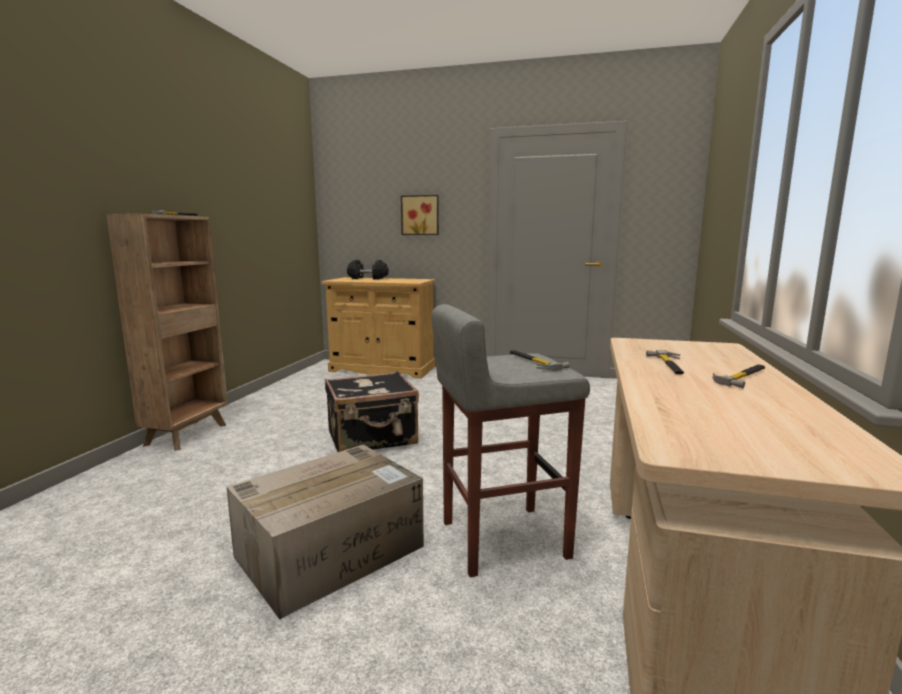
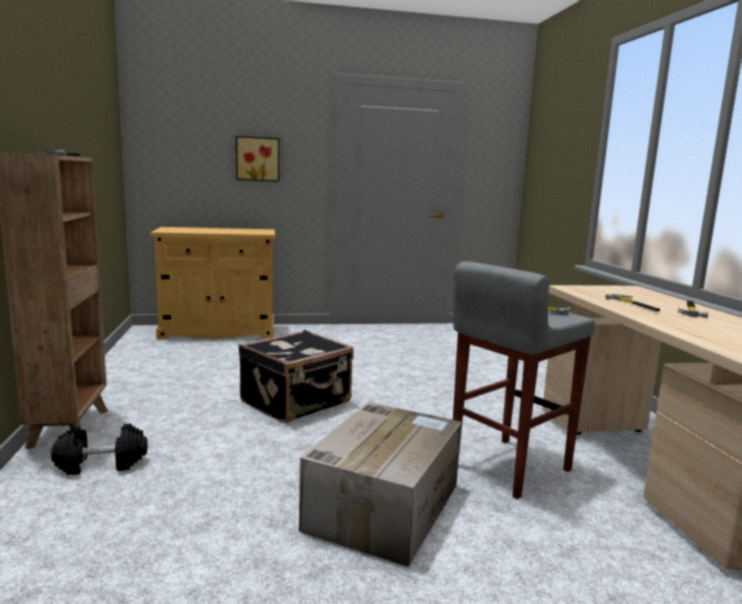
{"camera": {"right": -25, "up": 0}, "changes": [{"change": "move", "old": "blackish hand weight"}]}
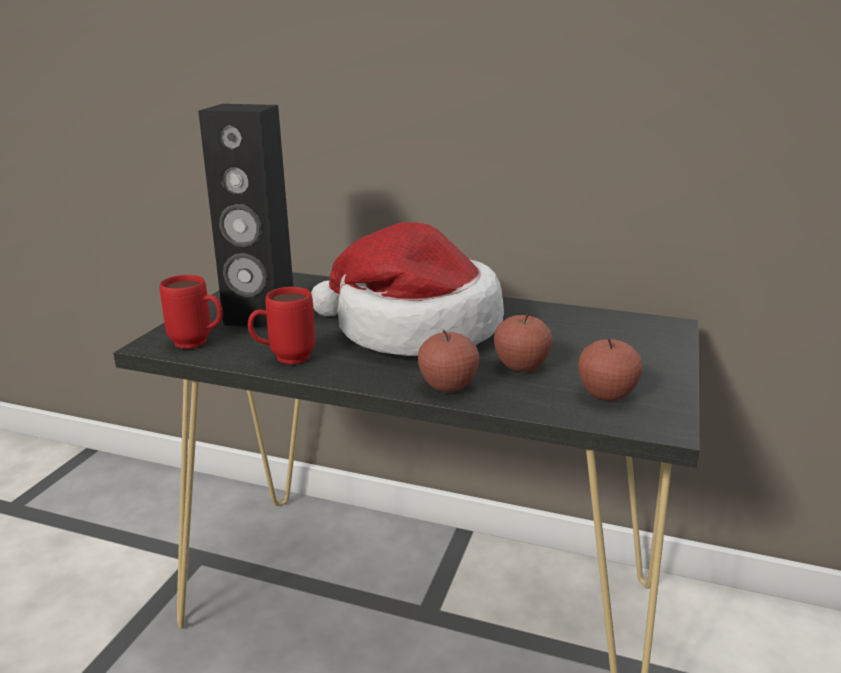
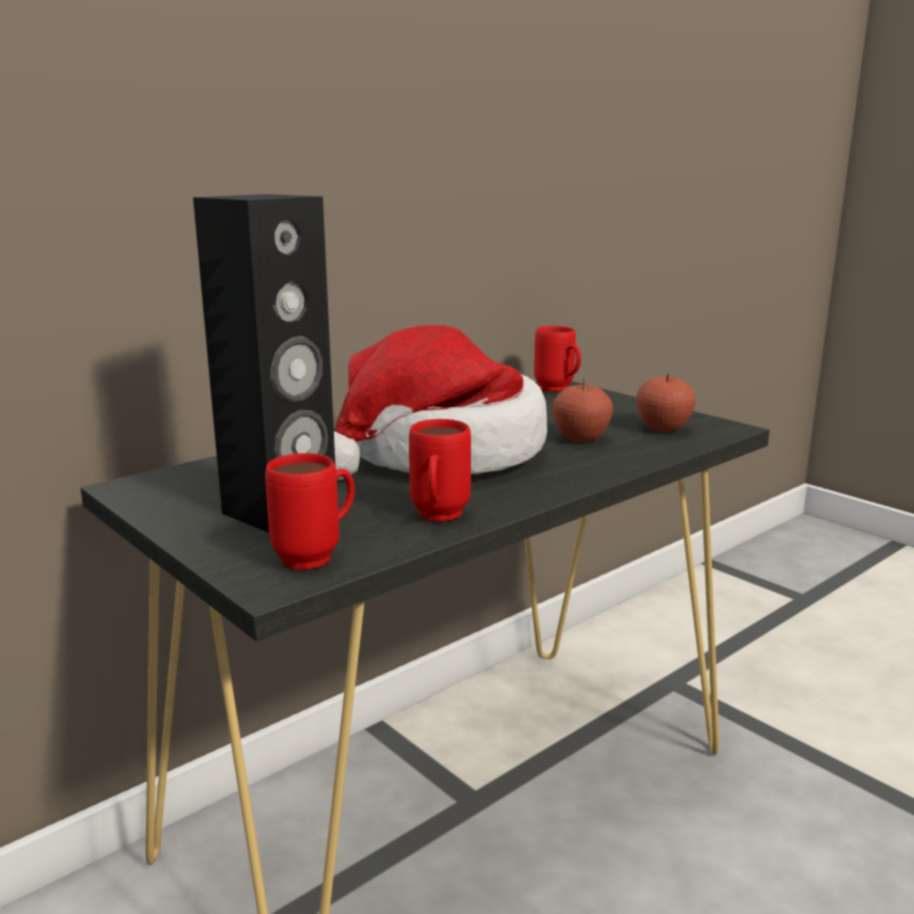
{"camera": {"right": -60, "up": -5}, "changes": [{"change": "delete", "old": "whole apple (1st from left)"}, {"change": "insert", "new": "reddish coffee mug (3rd from left)"}]}
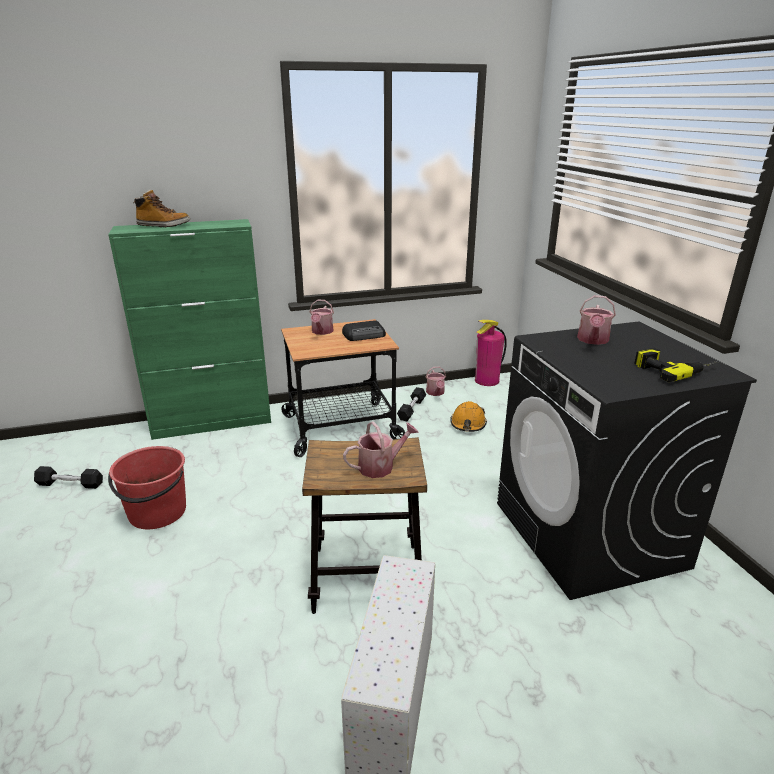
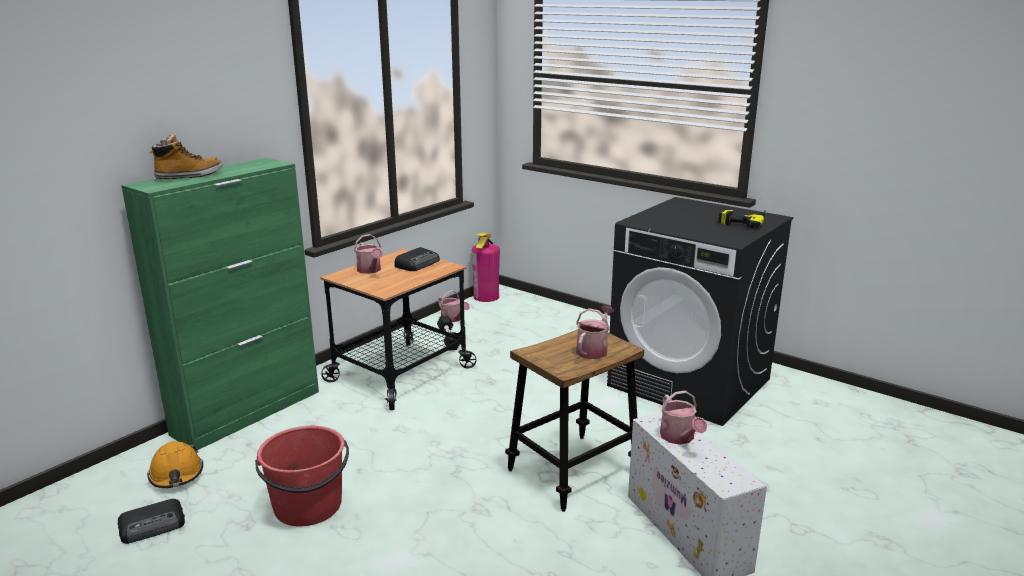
{"camera": {"right": -35, "up": -5}, "changes": [{"change": "move", "old": "orange safety helmet"}, {"change": "move", "old": "sprinkling can (4th from left)"}, {"change": "replace", "old": "blackish hand weight (1st from left)", "new": "radio receiver (1st from left)"}]}
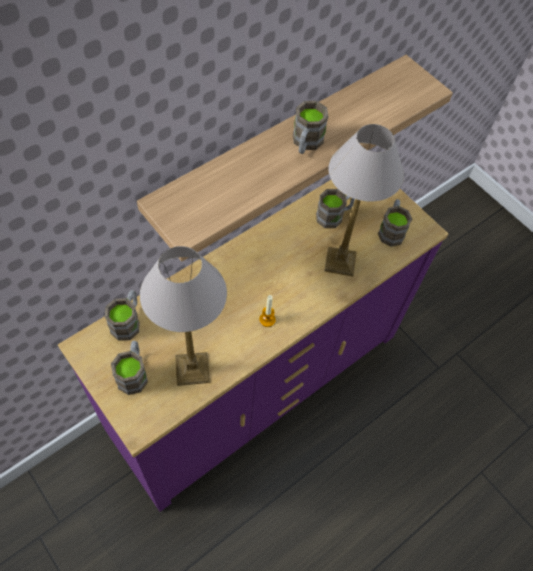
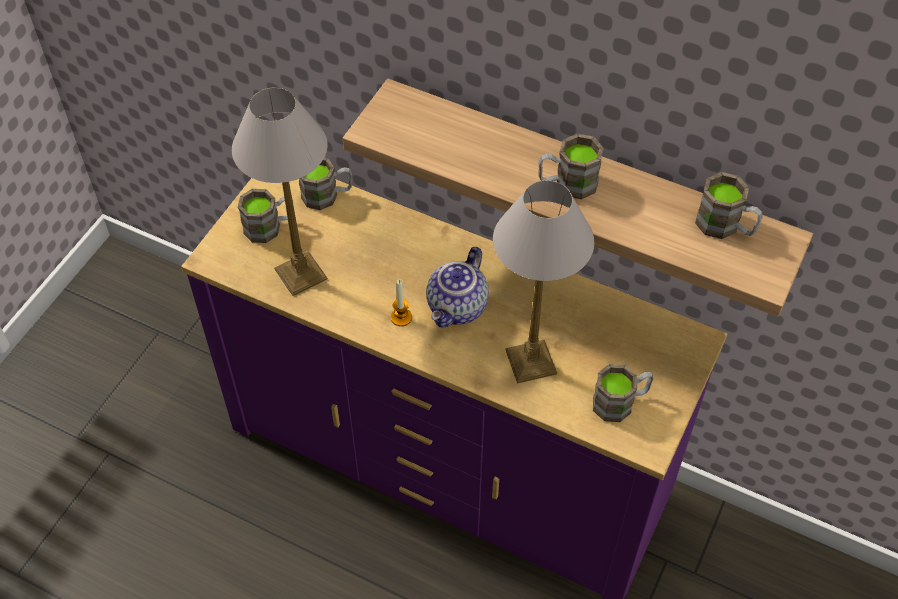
{"camera": {"right": 70, "up": -5}, "changes": [{"change": "insert", "new": "tea pot"}, {"change": "move", "old": "brown coffee mug (4th from left in the first image)", "new": "brown coffee mug (5th from left)"}]}
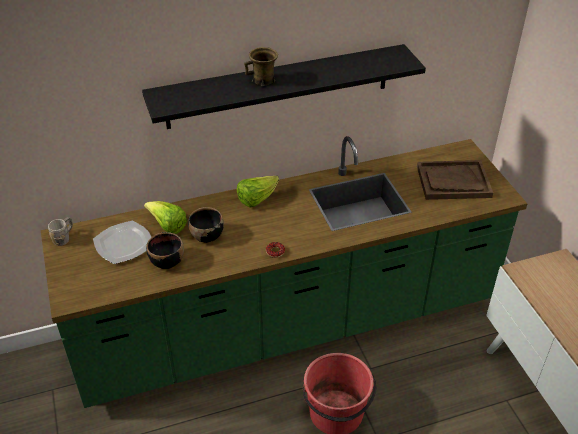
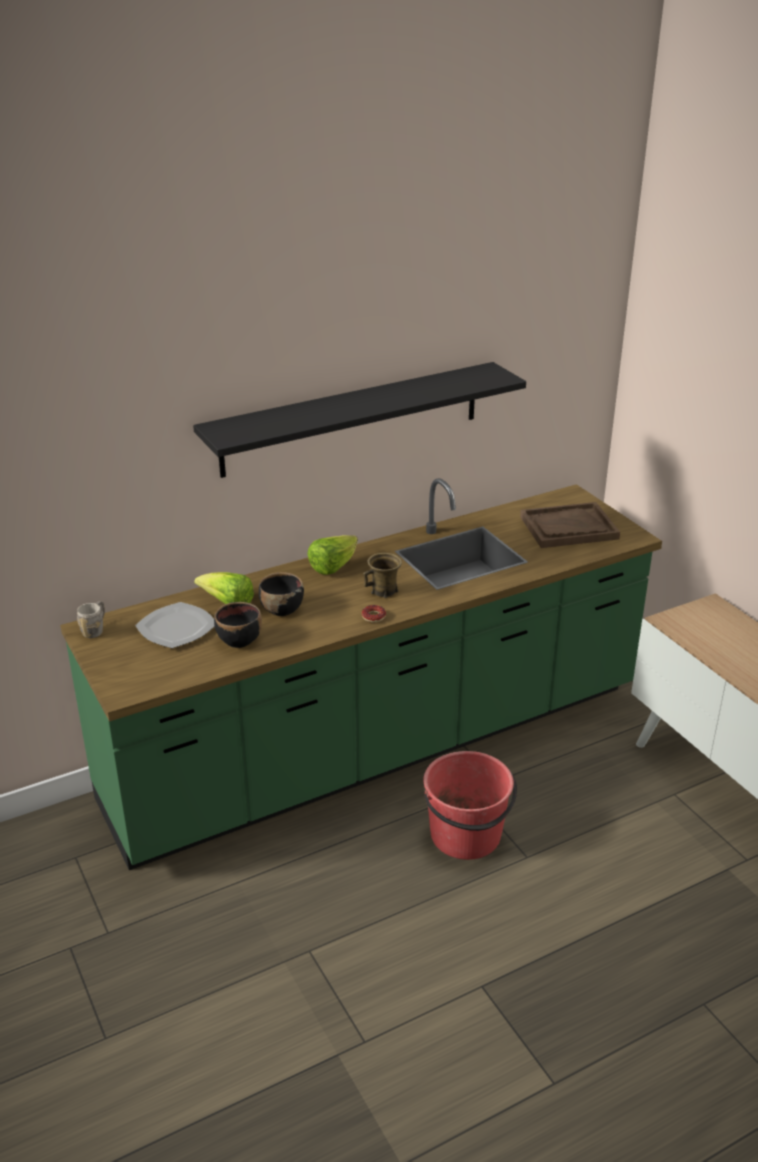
{"camera": {"right": -10, "up": -10}, "changes": [{"change": "move", "old": "brown coffee mug"}]}
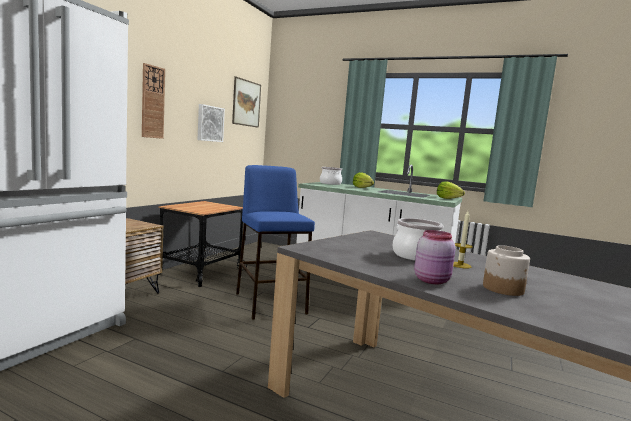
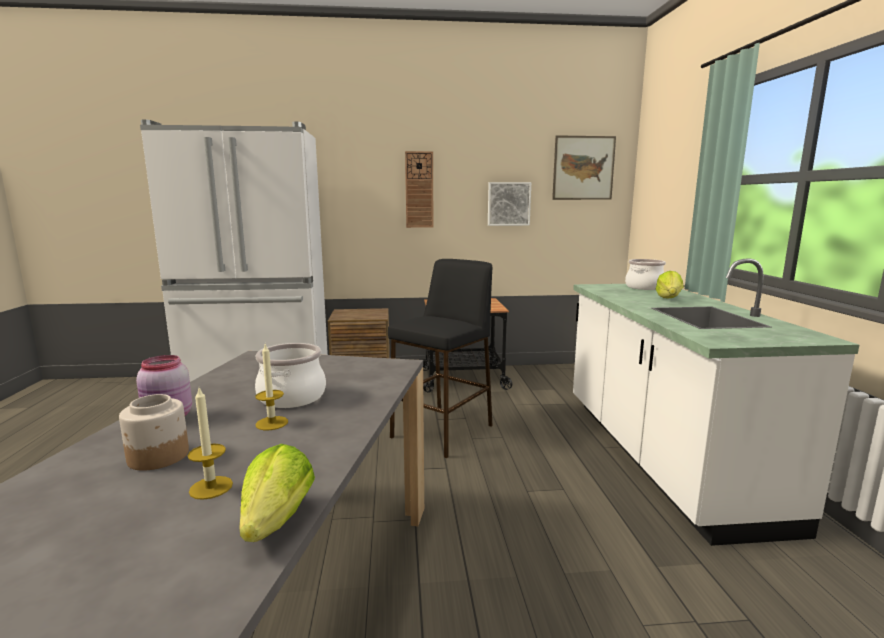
{"camera": {"right": 60, "up": 5}, "changes": [{"change": "insert", "new": "wax candle (1st from left)"}, {"change": "move", "old": "lettuce head (2nd from left in the first image)", "new": "lettuce head (1st from left)"}, {"change": "recolor", "old": "bluish sitting stool", "new": "blackish sitting stool"}]}
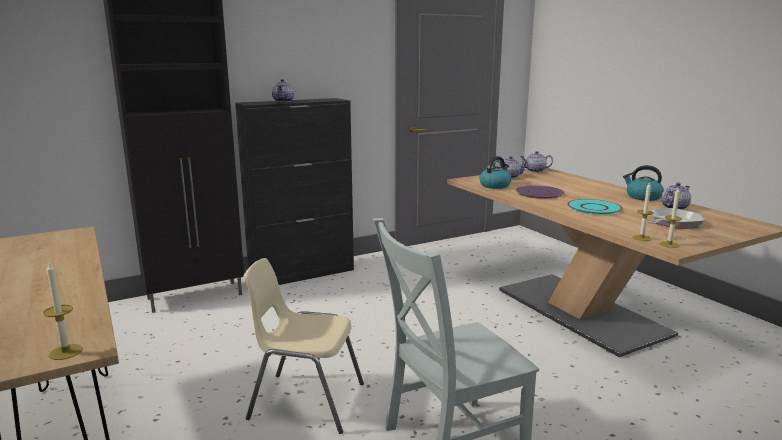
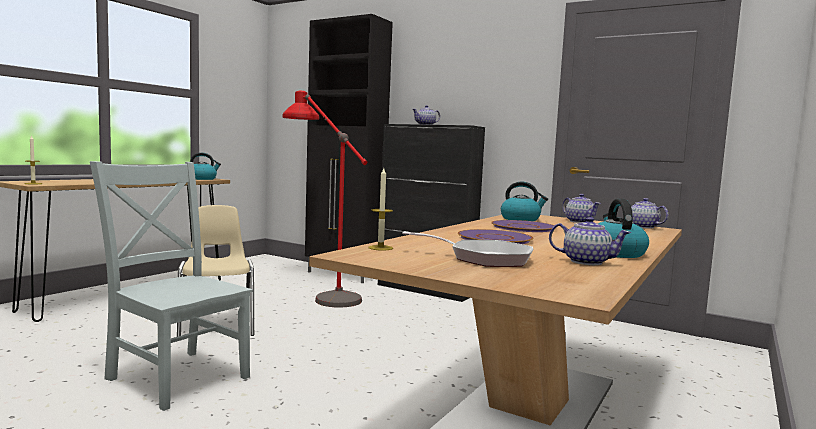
{"camera": {"right": 60, "up": -10}, "changes": [{"change": "delete", "old": "wax candle (3rd from left)"}, {"change": "insert", "new": "tea kettle (1st from left)"}, {"change": "insert", "new": "reddish floor lamp"}, {"change": "recolor", "old": "blue-green dinner plate", "new": "purple dinner plate (1st from left)"}]}
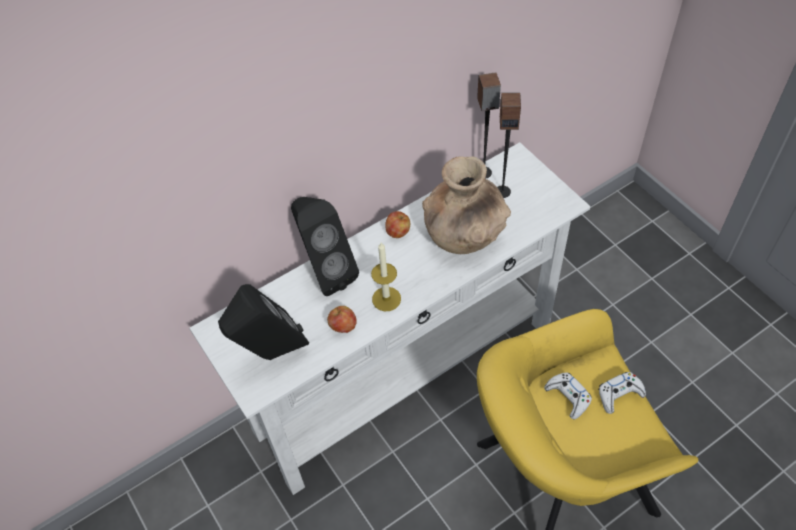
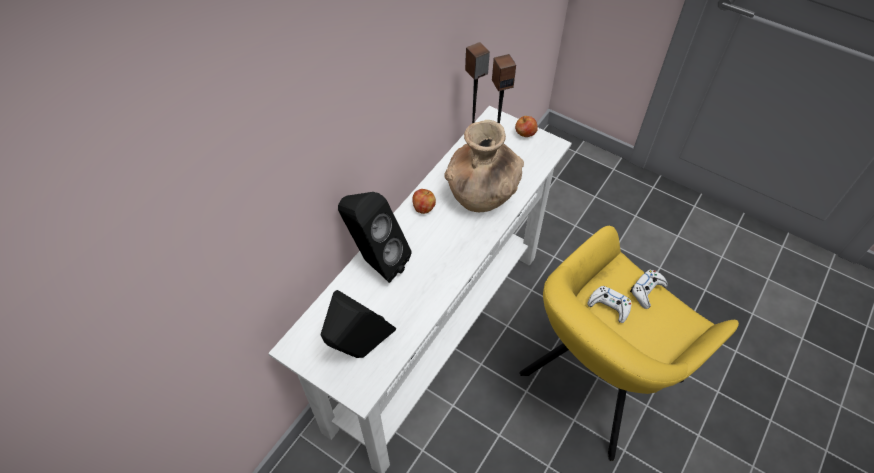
{"camera": {"right": -25, "up": 0}, "changes": [{"change": "delete", "old": "wax candle"}, {"change": "move", "old": "whole apple (1st from left in the first image)", "new": "whole apple (2nd from left)"}]}
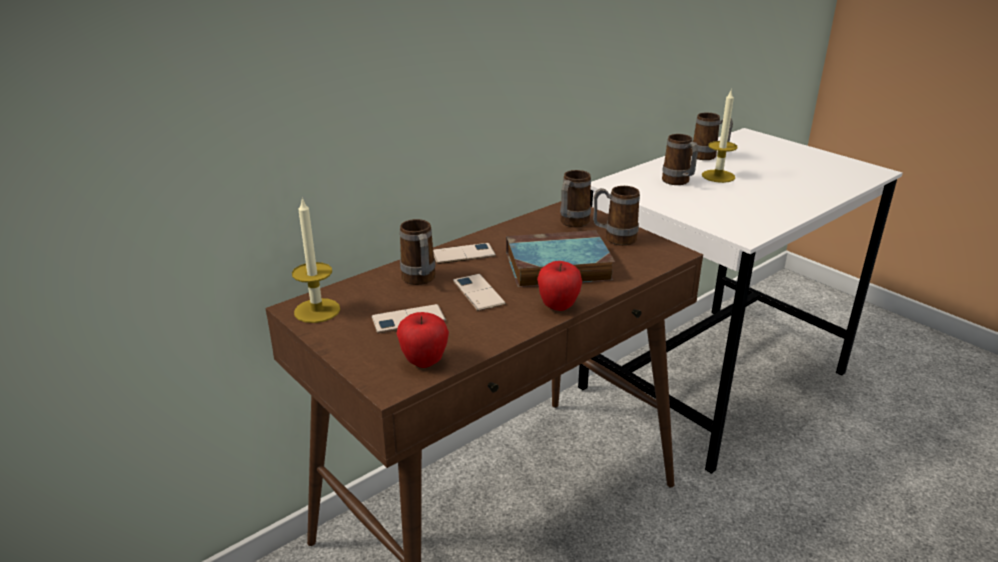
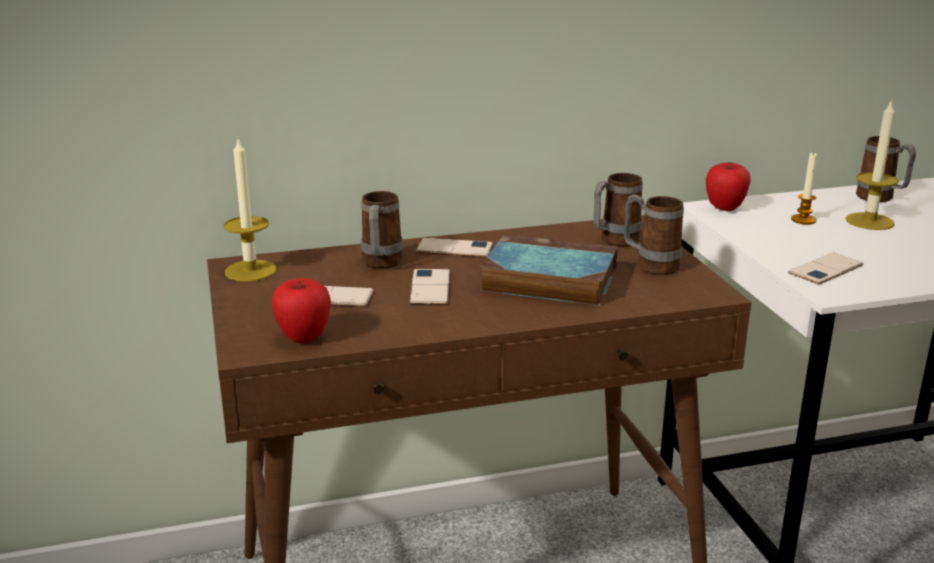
{"camera": {"right": 25, "up": -5}, "changes": [{"change": "insert", "new": "phone (4th from left)"}, {"change": "move", "old": "whole apple (2nd from left)"}, {"change": "replace", "old": "coffee mug (4th from left)", "new": "wax candle (2nd from left)"}]}
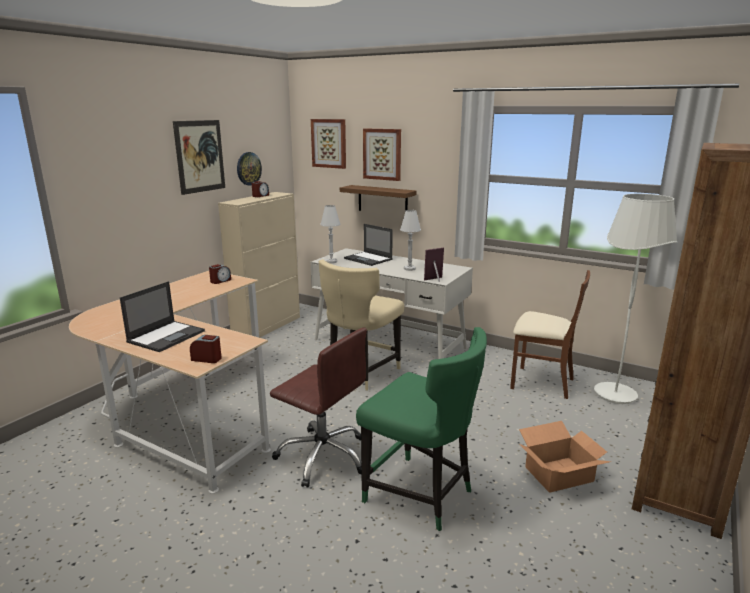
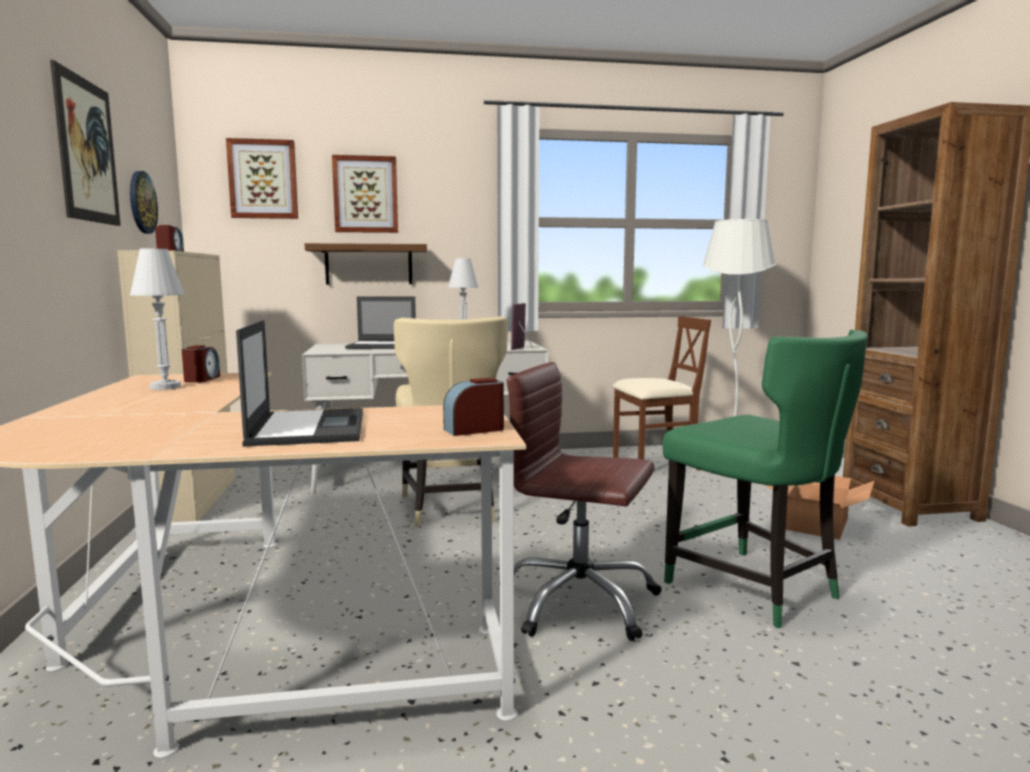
{"camera": {"right": -40, "up": -10}, "changes": [{"change": "move", "old": "whitish tabletop lamp (1st from left)"}, {"change": "rotate", "old": "brown desk chair", "degrees": -150}, {"change": "rotate", "old": "greenish plain chair", "degrees": 60}]}
